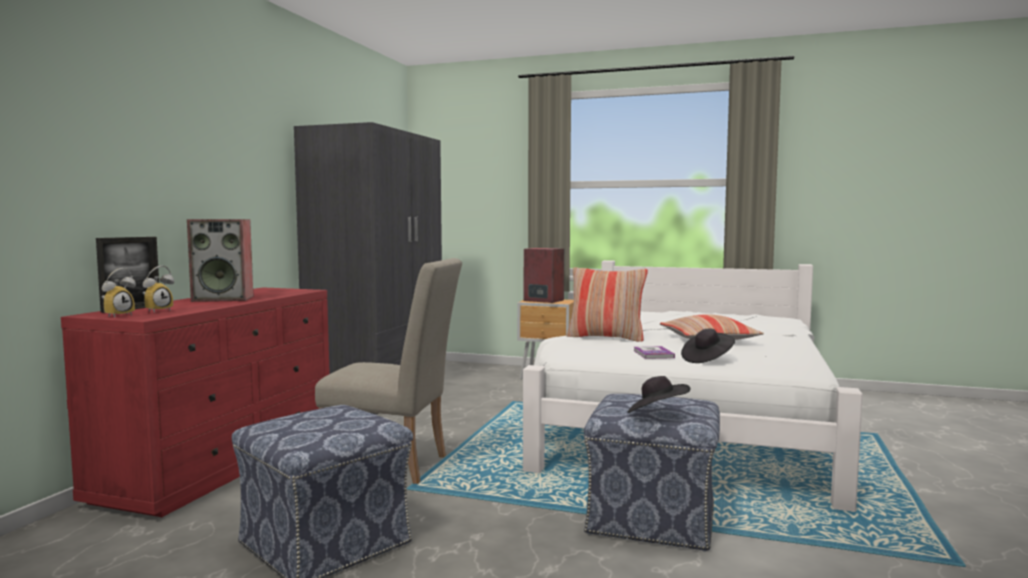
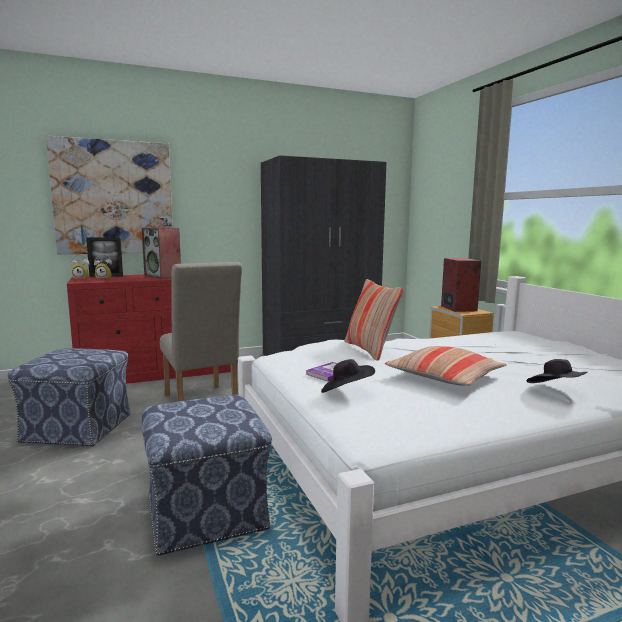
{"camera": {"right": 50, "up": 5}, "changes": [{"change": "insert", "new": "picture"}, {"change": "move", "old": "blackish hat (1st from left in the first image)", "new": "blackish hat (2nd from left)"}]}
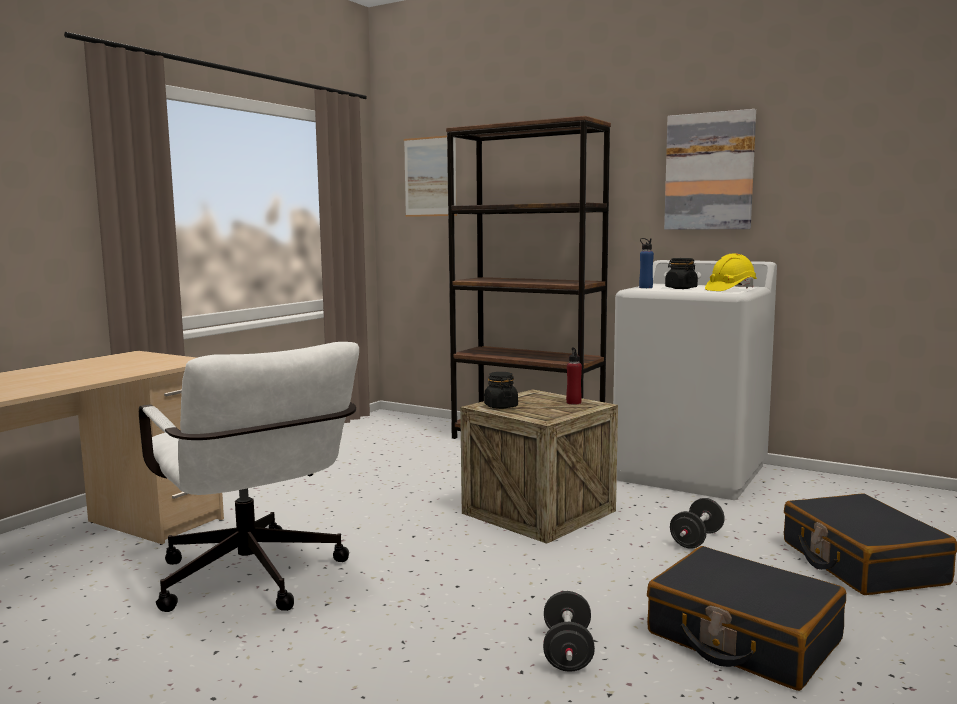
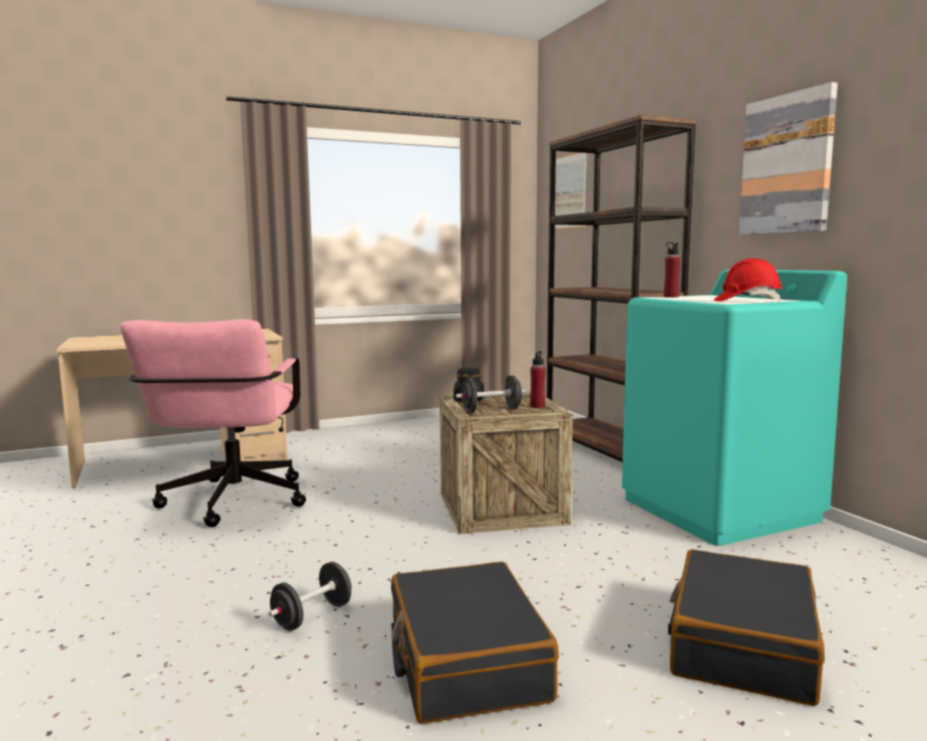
{"camera": {"right": 35, "up": 0}, "changes": [{"change": "delete", "old": "blackish storage jar (2nd from left)"}, {"change": "move", "old": "blackish hand weight (2nd from left)"}, {"change": "recolor", "old": "whitish desk chair", "new": "pinkish desk chair"}, {"change": "recolor", "old": "whitish laundry machine", "new": "blue-green laundry machine"}, {"change": "recolor", "old": "bluish bottle", "new": "reddish bottle (2nd from left)"}, {"change": "recolor", "old": "yellowish safety helmet", "new": "reddish safety helmet"}]}
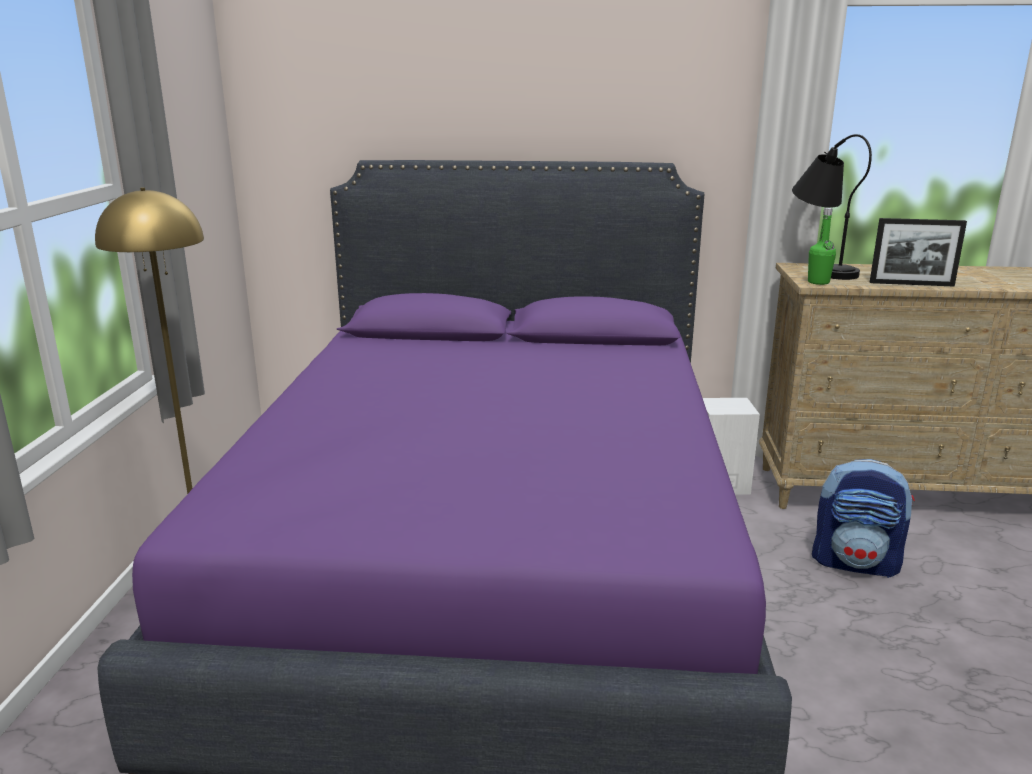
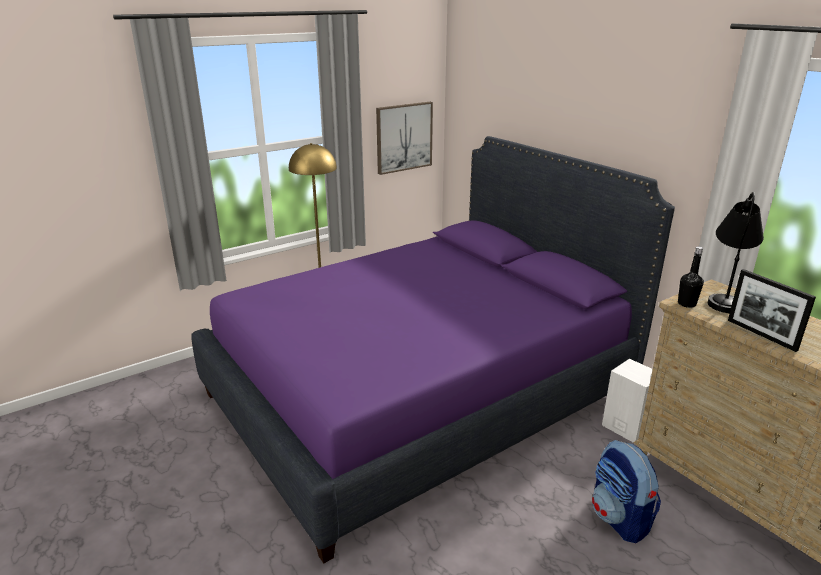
{"camera": {"right": 50, "up": 5}, "changes": [{"change": "insert", "new": "picture"}, {"change": "recolor", "old": "greenish bottle", "new": "blackish bottle"}]}
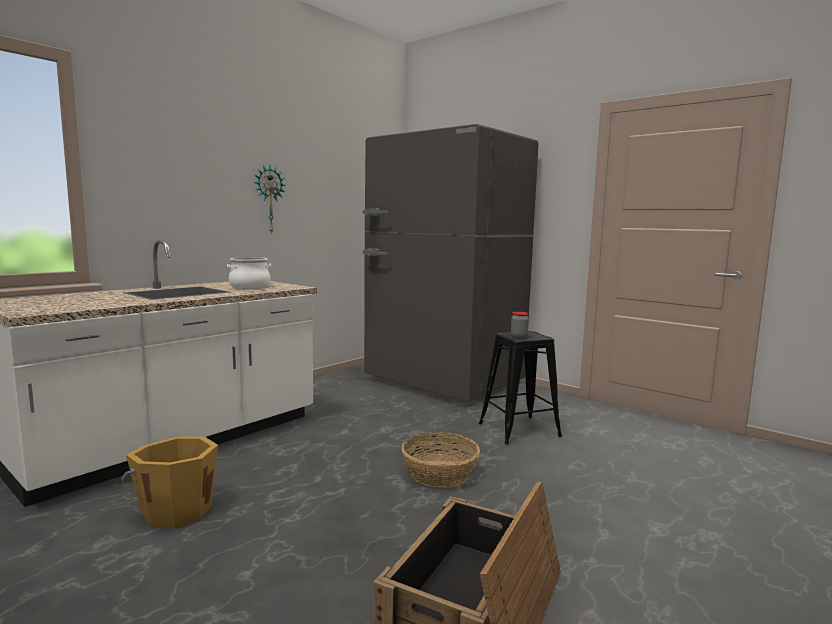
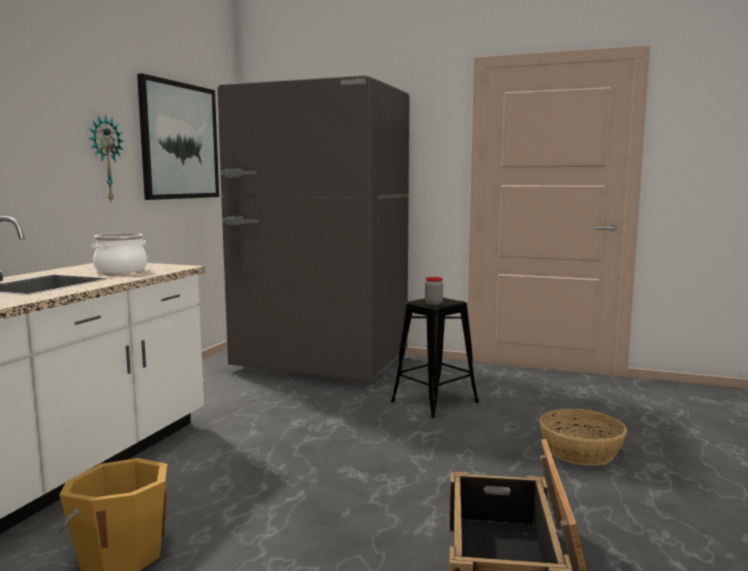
{"camera": {"right": -20, "up": 0}, "changes": [{"change": "insert", "new": "picture"}, {"change": "move", "old": "storage basket"}]}
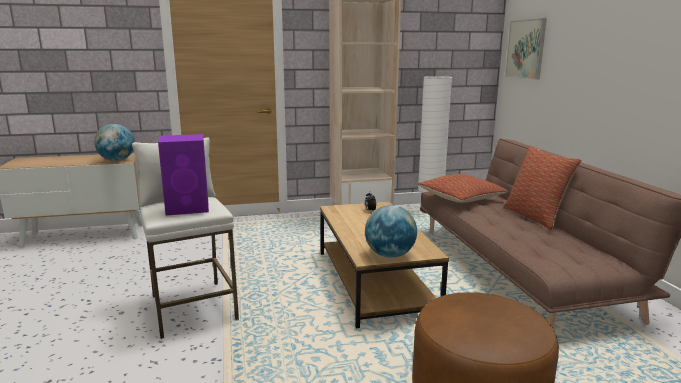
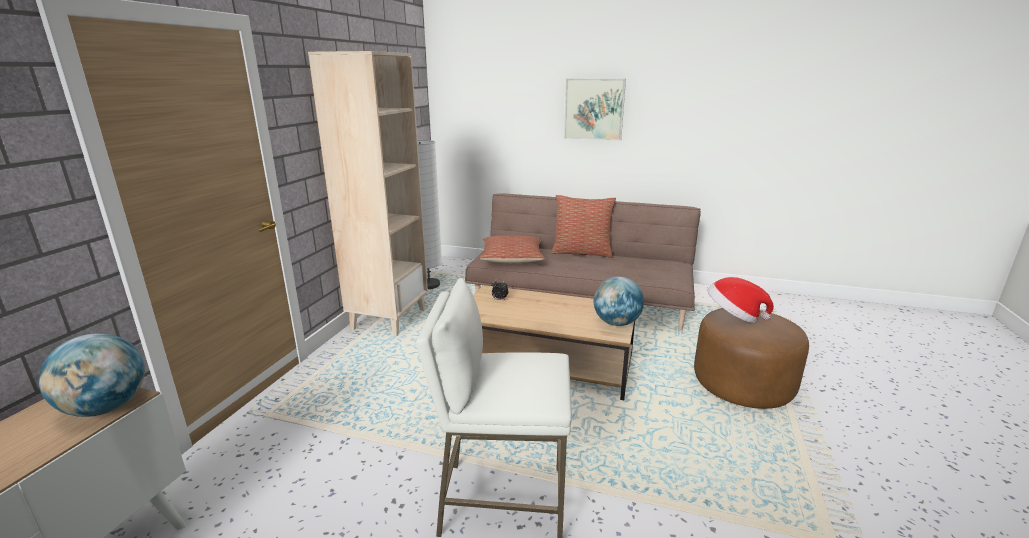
{"camera": {"right": -60, "up": 5}, "changes": [{"change": "delete", "old": "purple speaker"}, {"change": "insert", "new": "hat"}, {"change": "move", "old": "picture"}]}
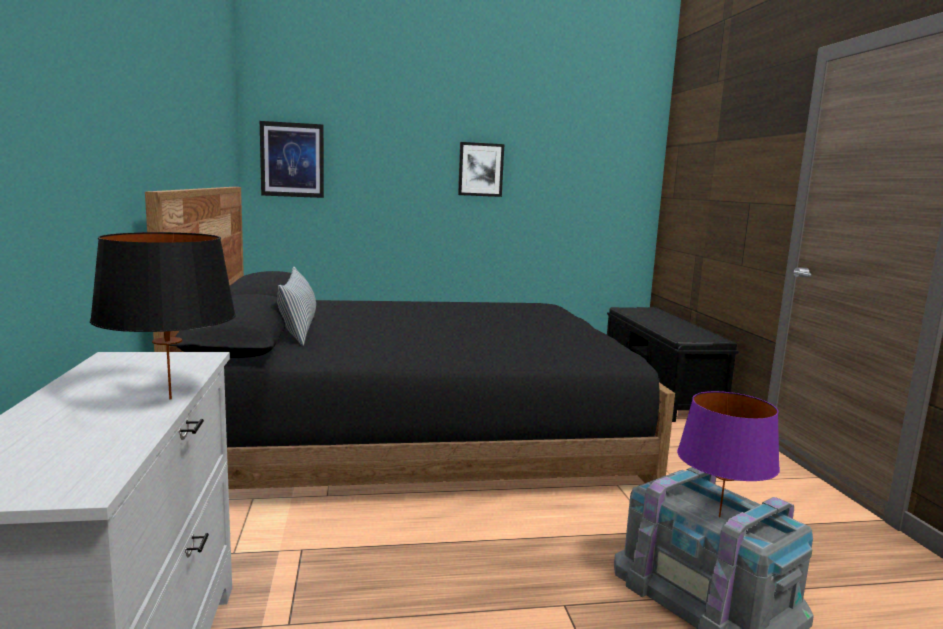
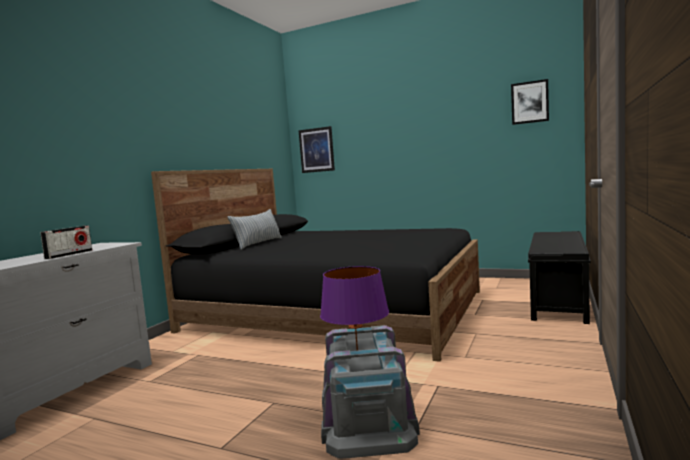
{"camera": {"right": 35, "up": -5}, "changes": [{"change": "move", "old": "picture (2nd from left)"}, {"change": "replace", "old": "blackish tabletop lamp", "new": "radio receiver"}]}
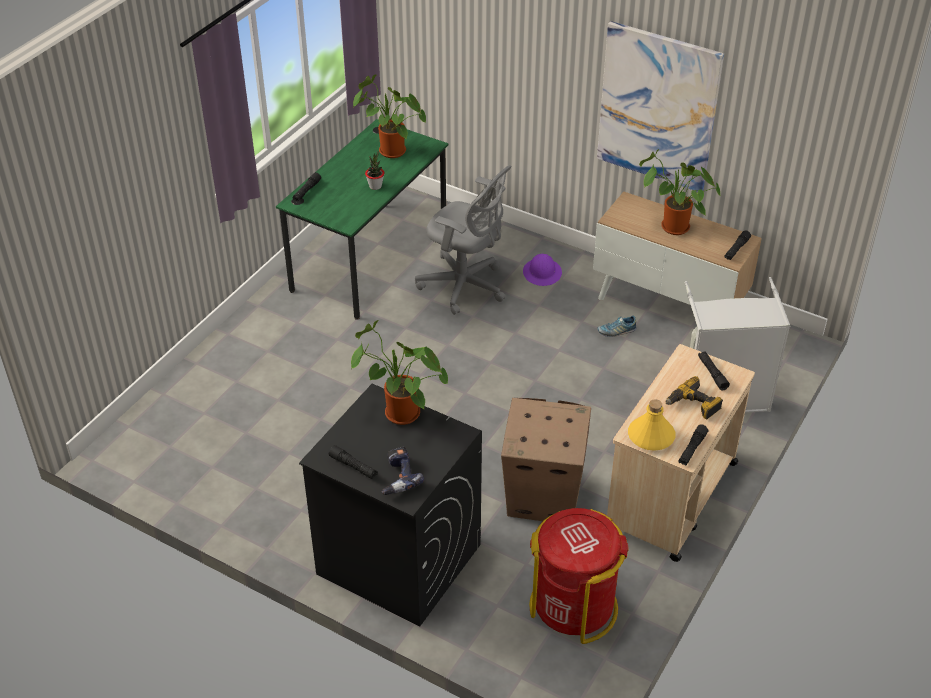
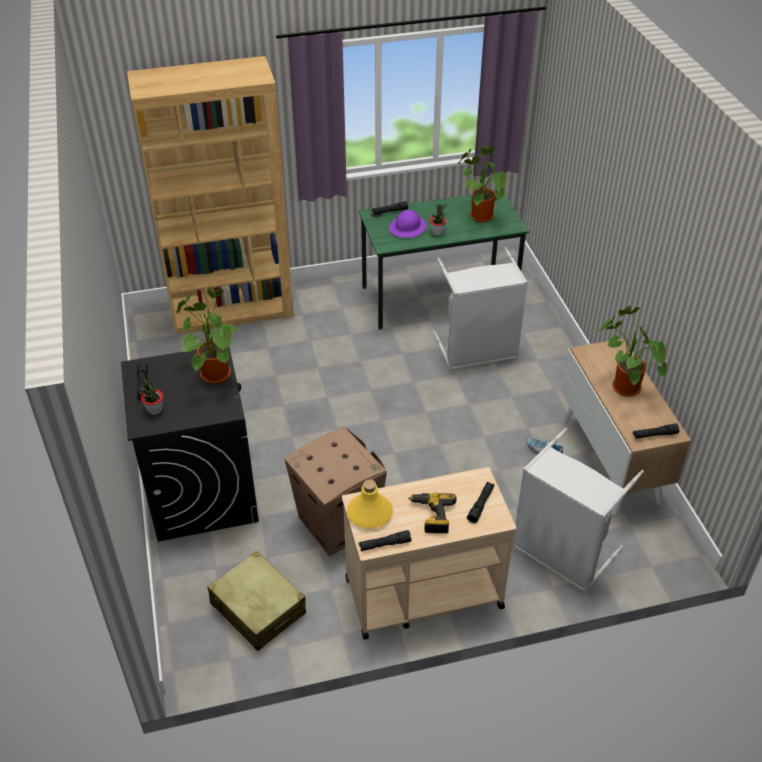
{"camera": {"right": 45, "up": 0}, "changes": [{"change": "delete", "old": "picture"}, {"change": "insert", "new": "brown bookcase"}, {"change": "move", "old": "purple safety helmet"}, {"change": "replace", "old": "drill (1st from left)", "new": "houseplant (1st from left)"}, {"change": "replace", "old": "gray desk chair", "new": "gray laundry basket (1st from left)"}, {"change": "replace", "old": "reddish waste bin", "new": "sand-coloured travel case"}]}
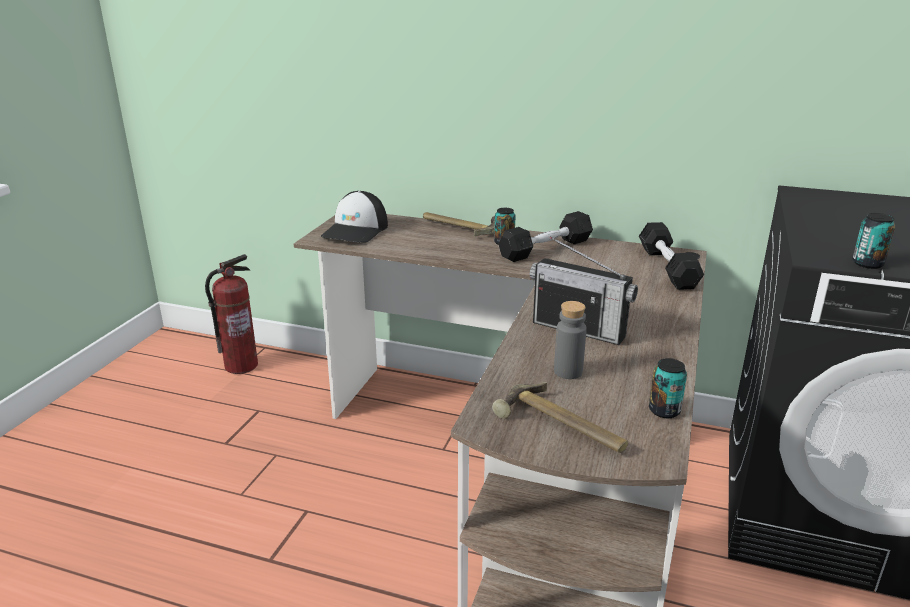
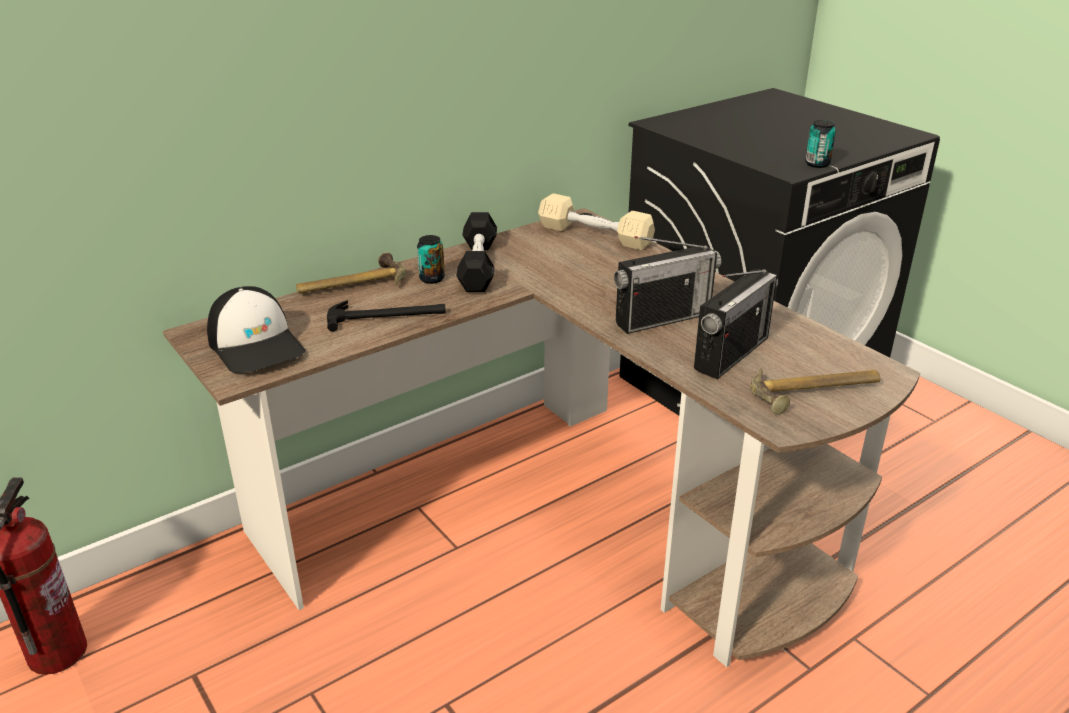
{"camera": {"right": -55, "up": 5}, "changes": [{"change": "delete", "old": "sealed can (2nd from left)"}, {"change": "insert", "new": "hammer (2nd from left)"}, {"change": "replace", "old": "gray bottle", "new": "radio receiver (2nd from left)"}, {"change": "recolor", "old": "blackish hand weight (2nd from left)", "new": "sand-coloured hand weight"}]}
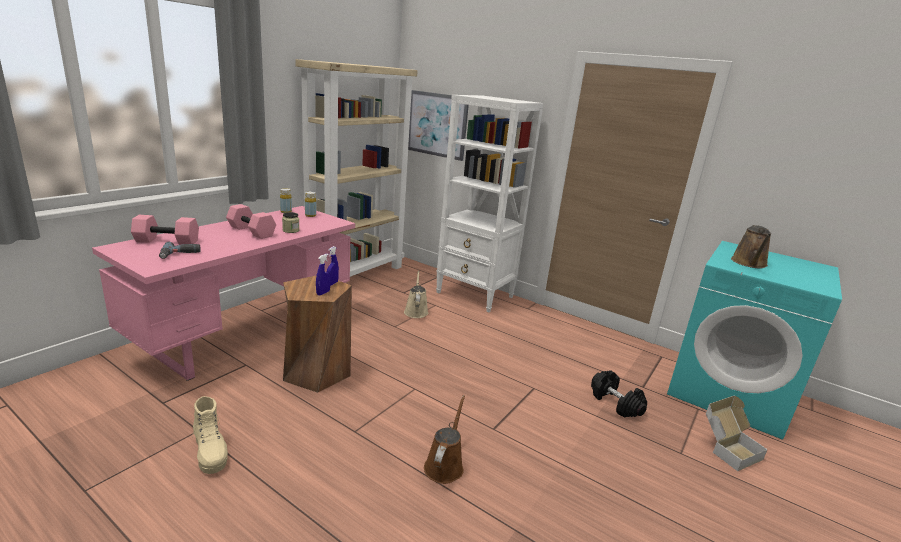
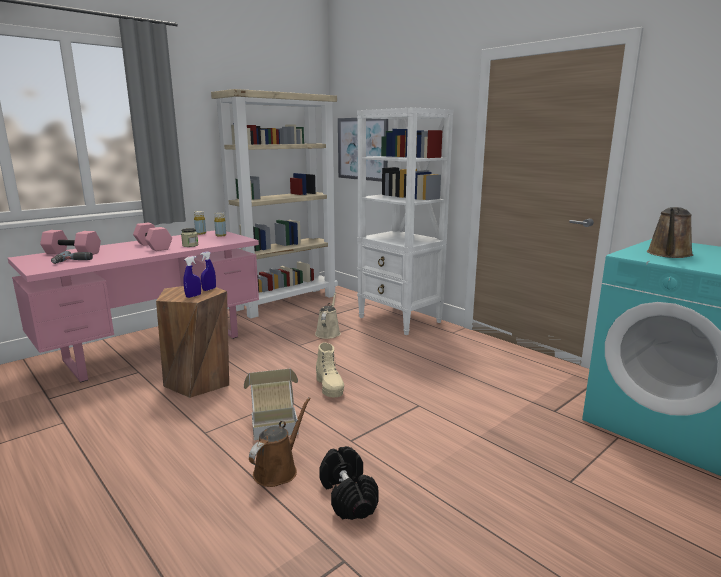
{"camera": {"right": 15, "up": -5}, "changes": [{"change": "move", "old": "sand-coloured high-top boot"}, {"change": "move", "old": "blackish hand weight"}, {"change": "move", "old": "carton"}]}
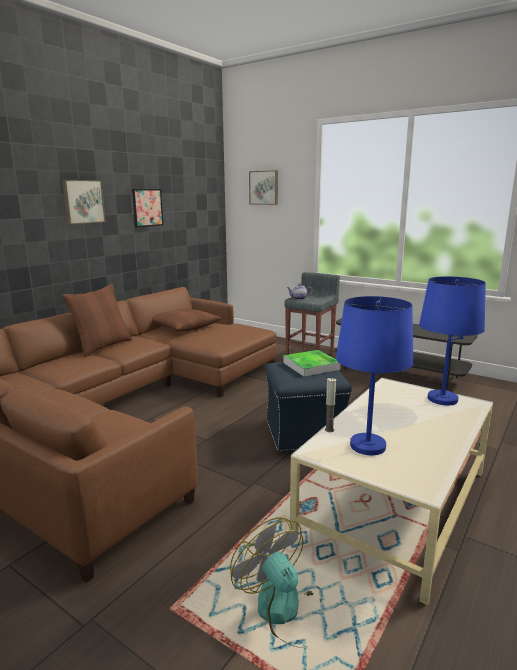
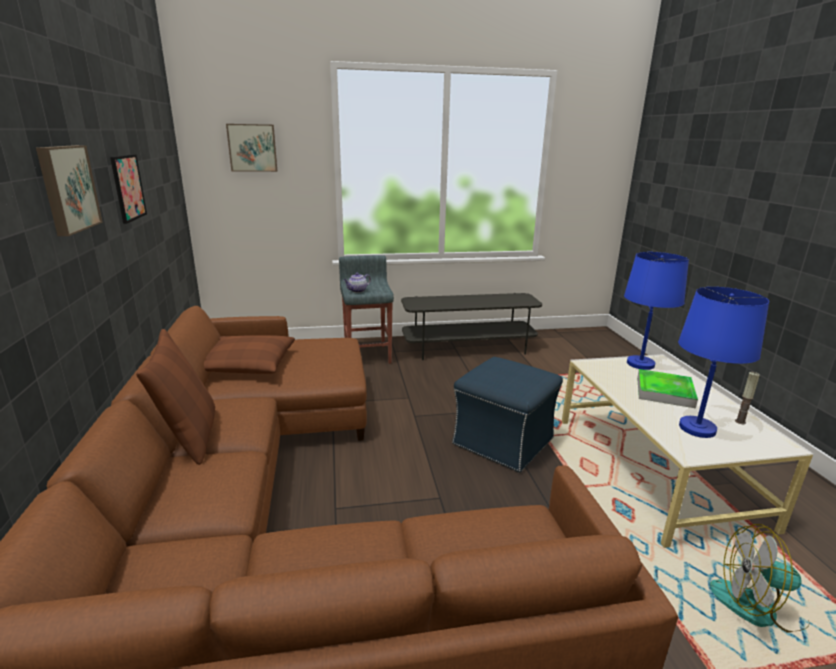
{"camera": {"right": -45, "up": 5}, "changes": [{"change": "move", "old": "carrying tray"}, {"change": "move", "old": "wax candle"}]}
